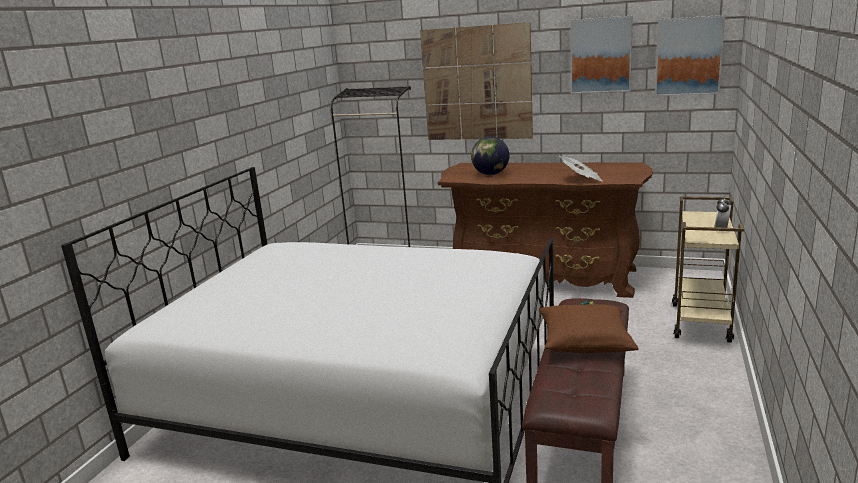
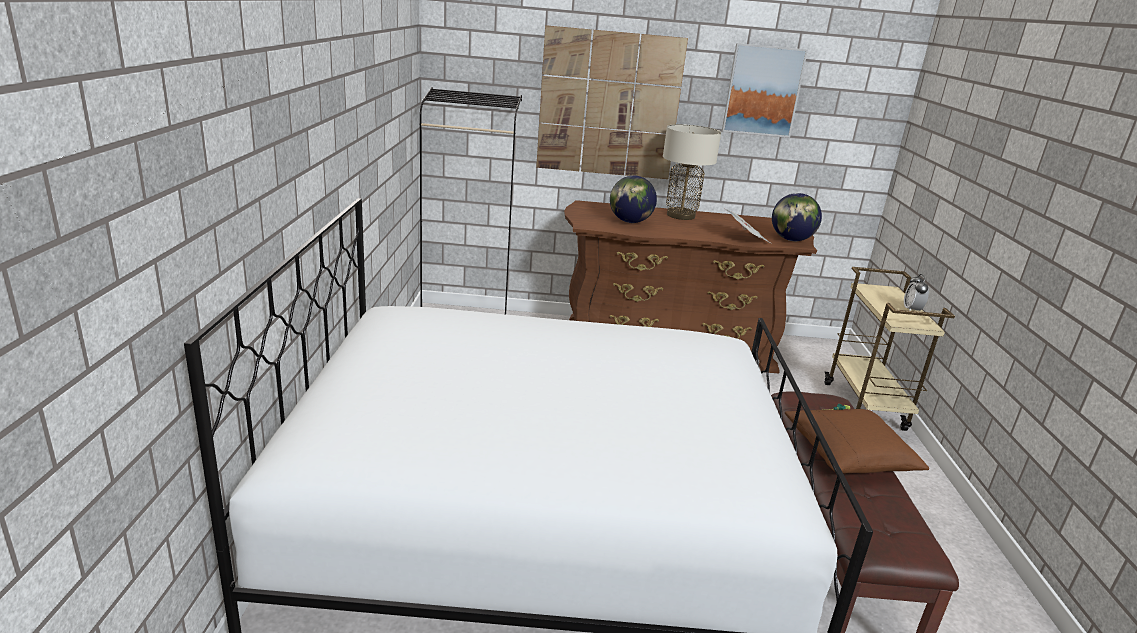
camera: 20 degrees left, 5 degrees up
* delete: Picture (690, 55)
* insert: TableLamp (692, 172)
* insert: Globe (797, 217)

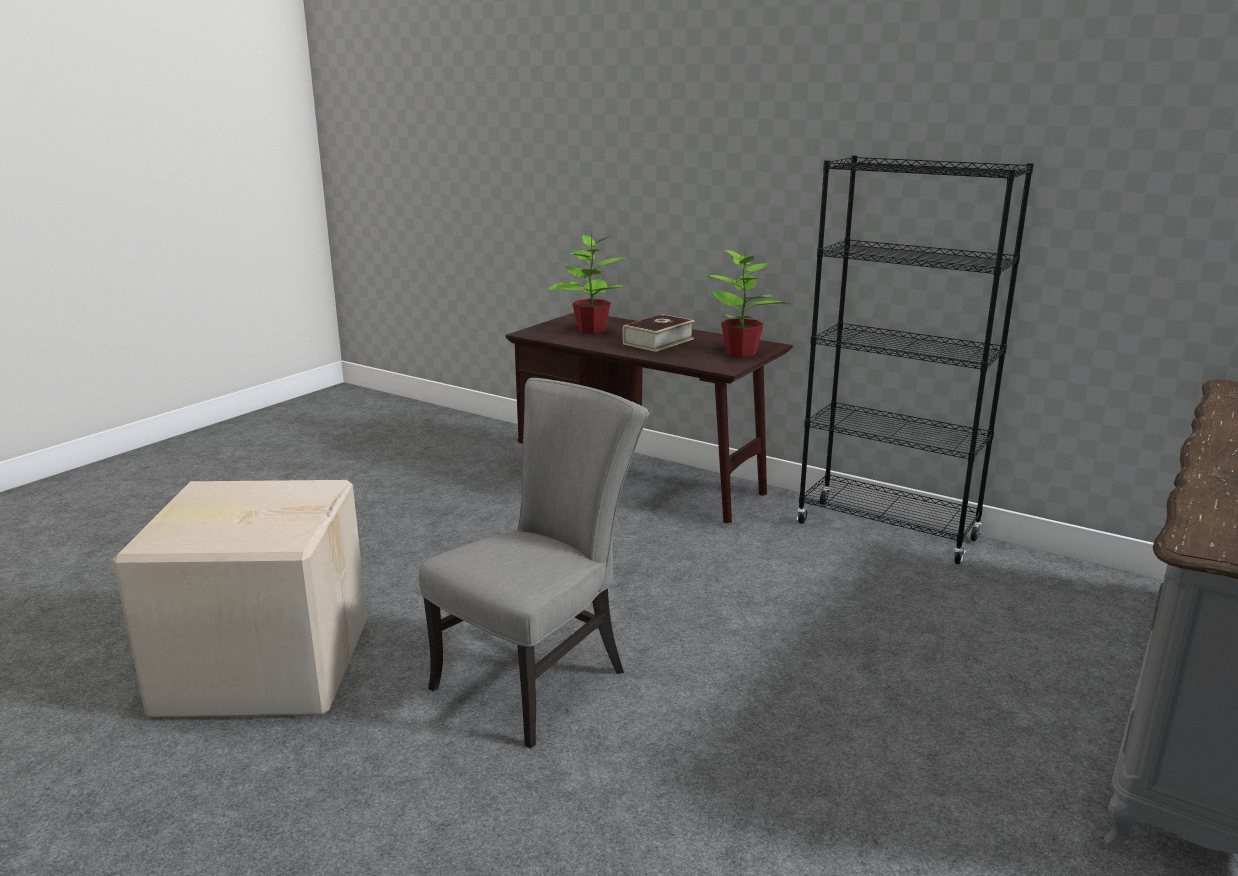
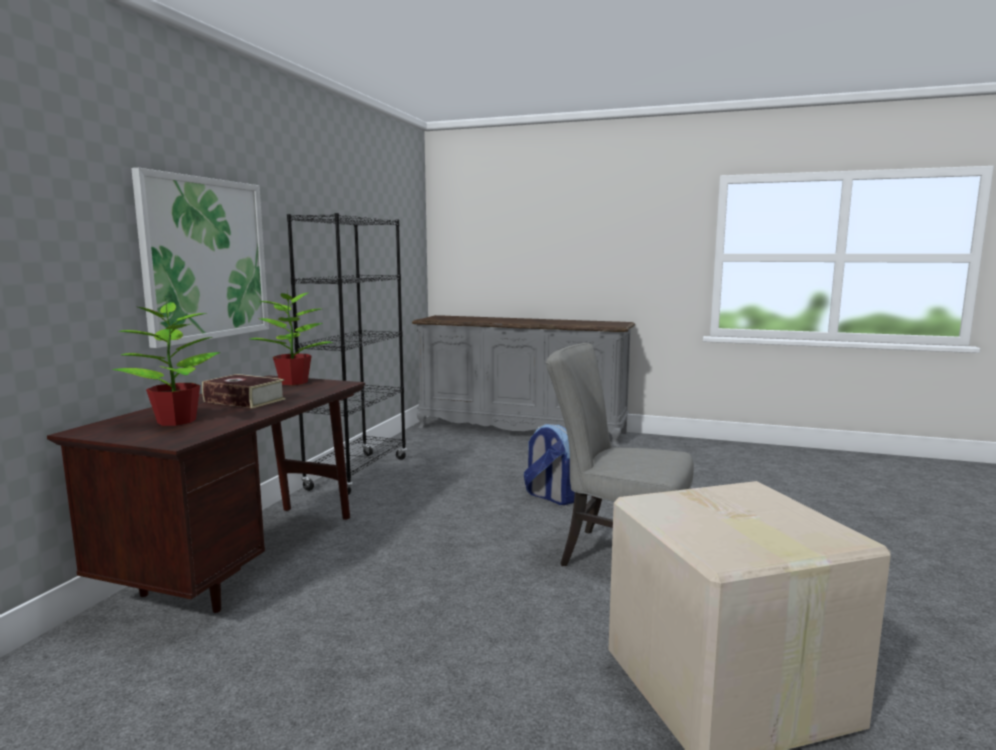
camera: 105 degrees left, 10 degrees down
* insert: Picture (200, 258)
* insert: Backpack (549, 464)

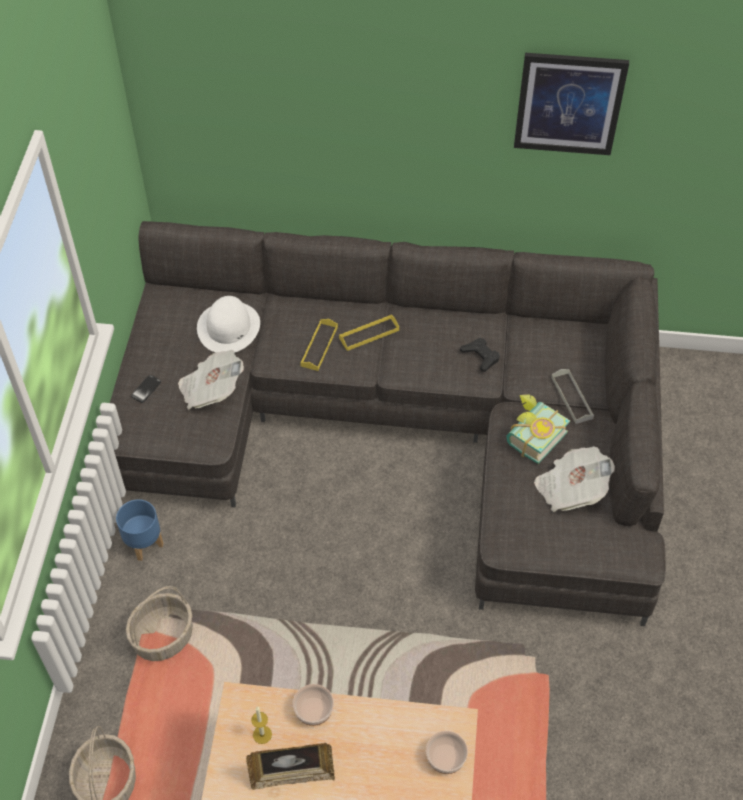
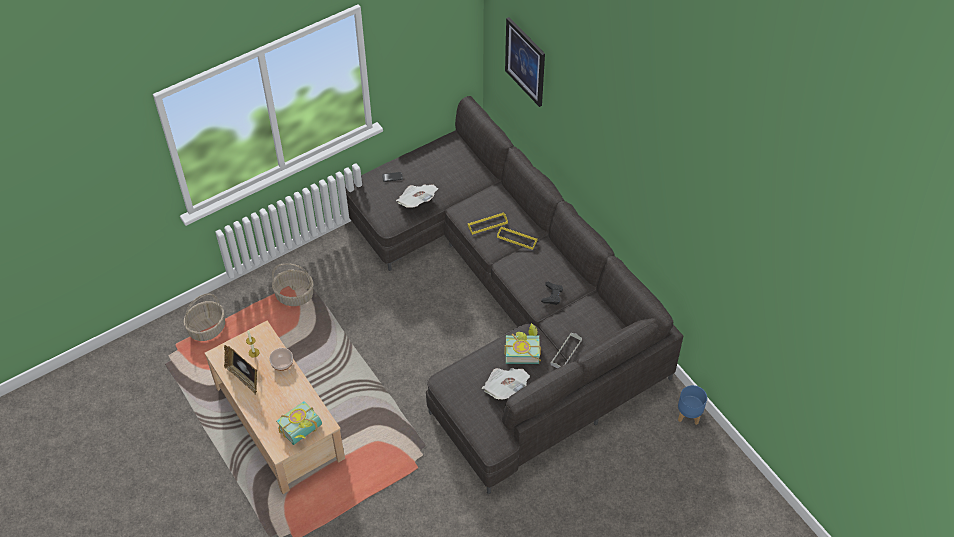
camera: 50 degrees right, 0 degrees up
* move: BluePlanter (139, 530) to (692, 405)
* delete: WhiteHat (228, 324)
* replace: Bowl (447, 752) to Book (299, 423)
* move: Picture (571, 104) to (525, 62)

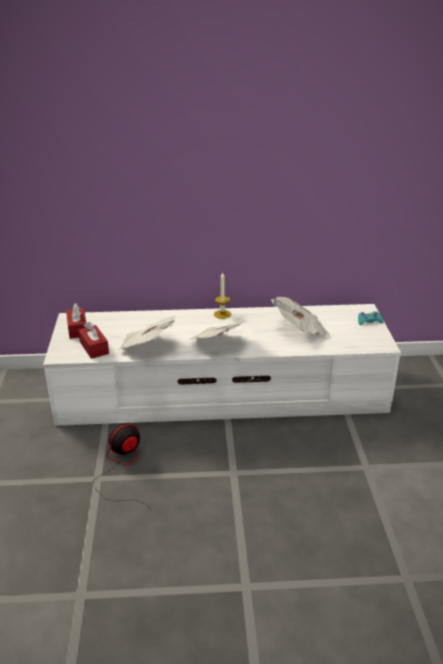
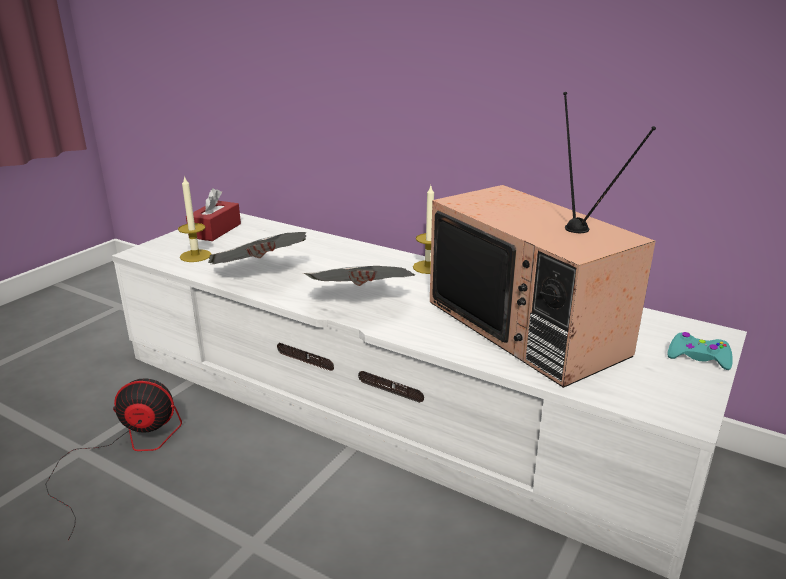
camera: 35 degrees right, 5 degrees down
* replace: RedTissueBox (93, 340) to Candle (195, 218)
* replace: Newspaper (300, 316) to Television (543, 240)

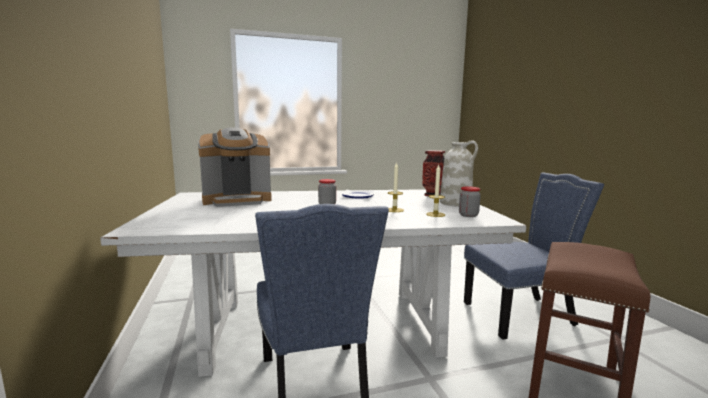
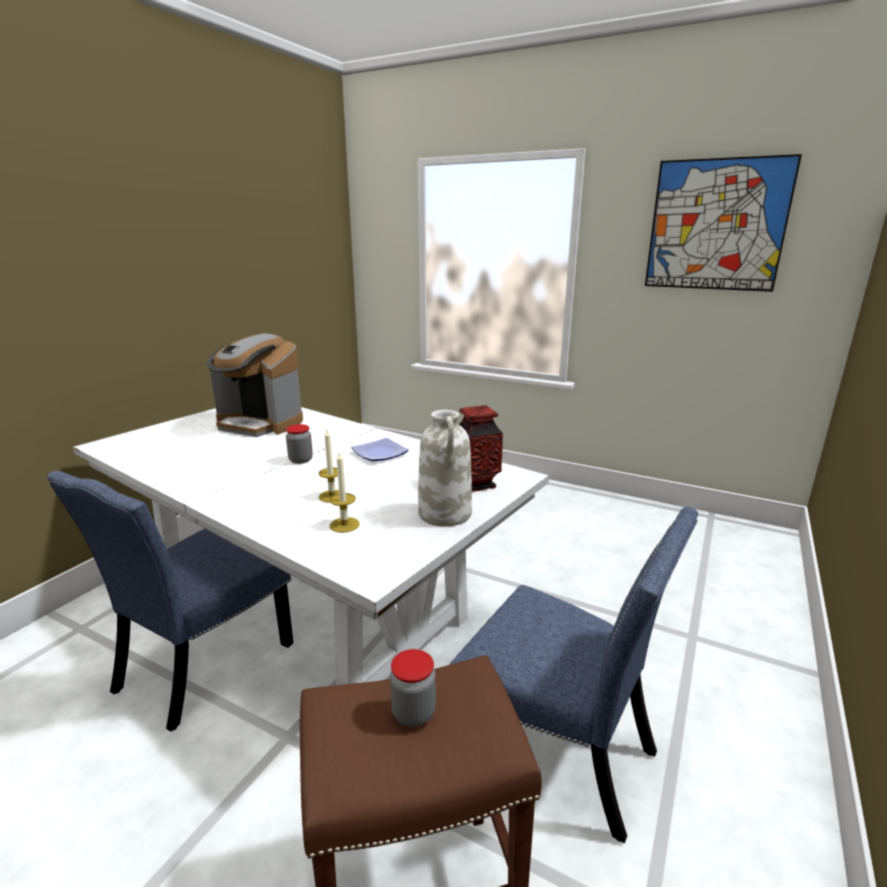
camera: 45 degrees right, 10 degrees up
* move: Jar (470, 201) to (413, 688)
* insert: Picture (723, 223)

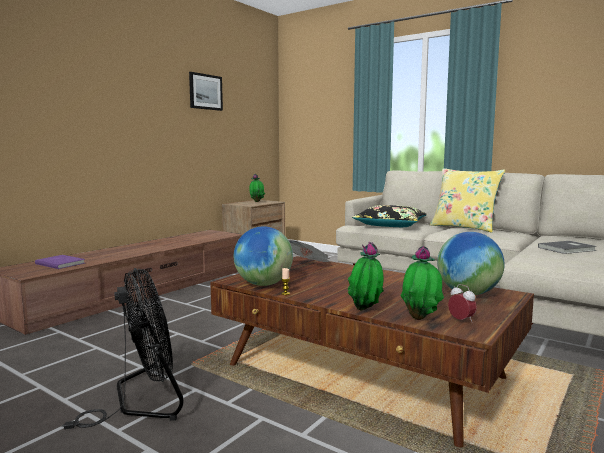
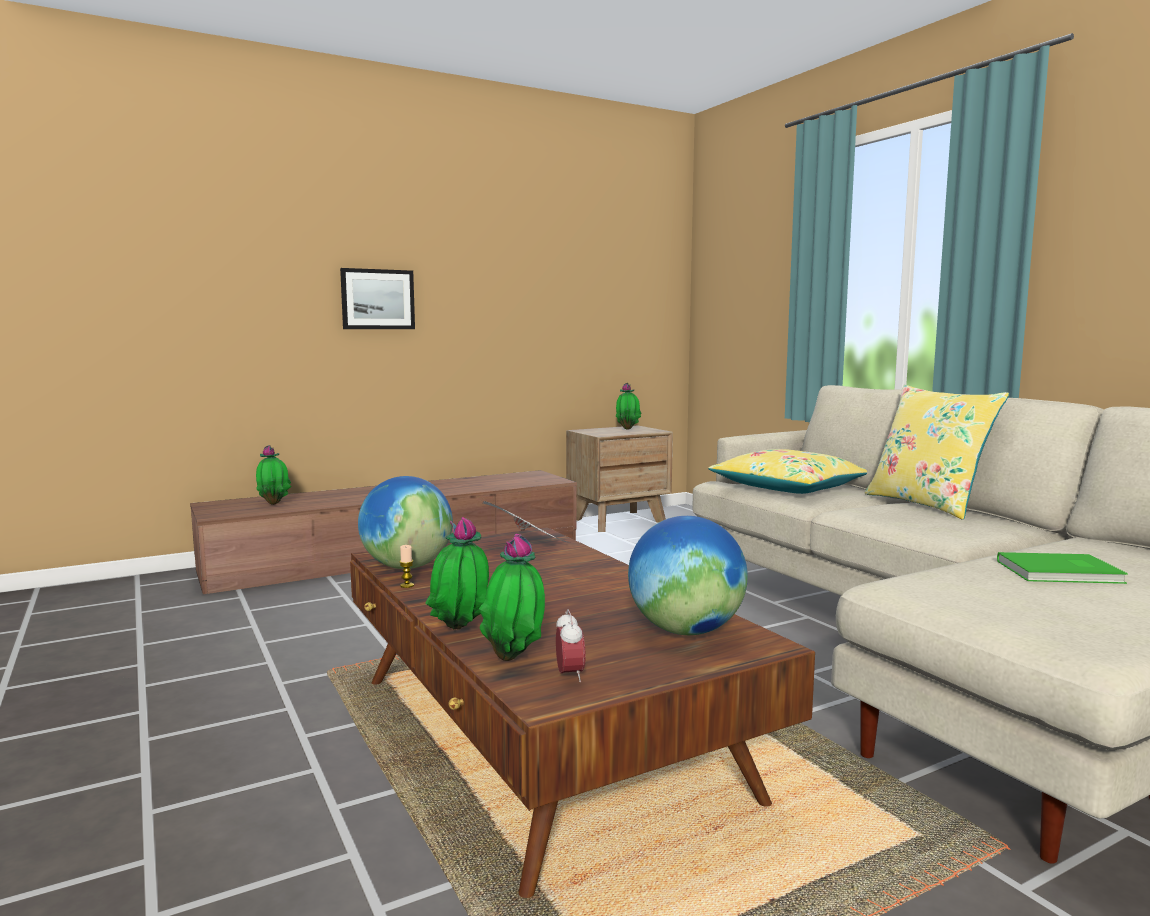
camera: 25 degrees right, 0 degrees up
* replace: PurpleBook (60, 262) to PottedPlant (273, 475)
* delete: BlackFan (122, 348)
* move: Picture (206, 91) to (377, 298)
* recolor: BlackPillow (389, 216) to YellowPillow (787, 471)
* recolor: GreyBook (567, 247) to GreenBook (1062, 568)

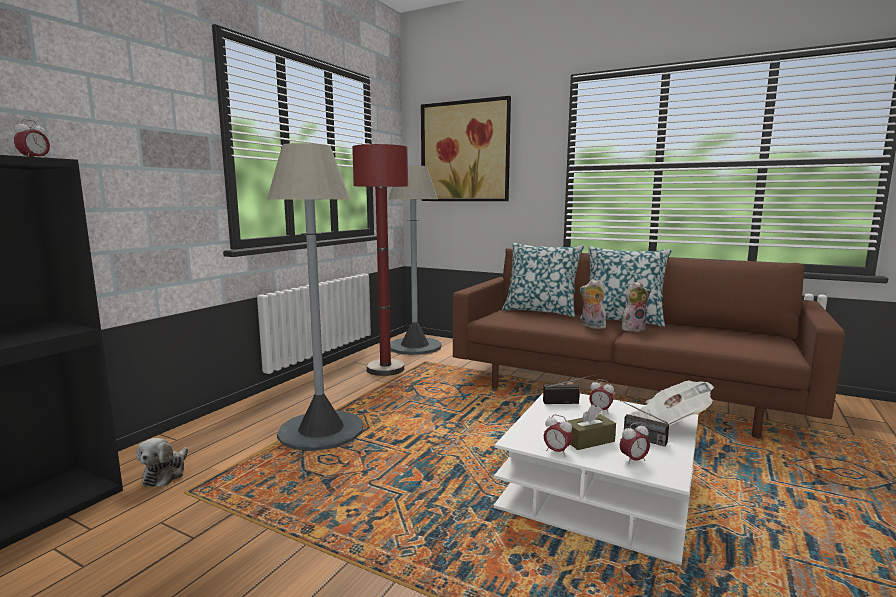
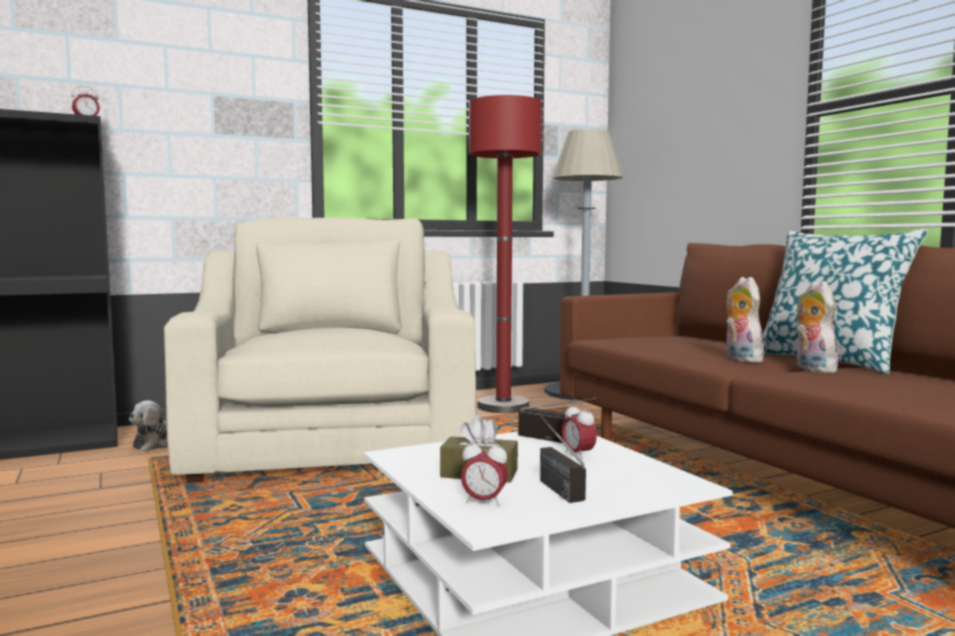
camera: 35 degrees right, 5 degrees down
* replace: GreyFloorLamp (315, 297) to BeigeArmchair (320, 350)
* delete: Picture (466, 148)
* delete: Pillow (543, 280)
* delete: AlarmClock (558, 435)
* rotate: PlushToy (636, 306) = (817, 327) 120 degrees counterclockwise
* delete: Newspaper (671, 403)

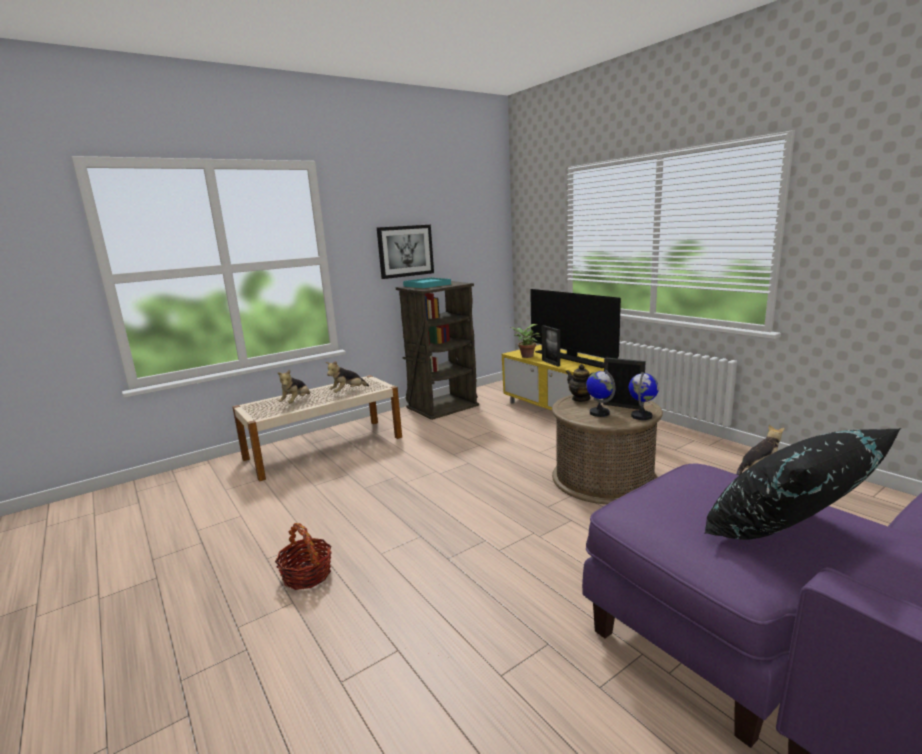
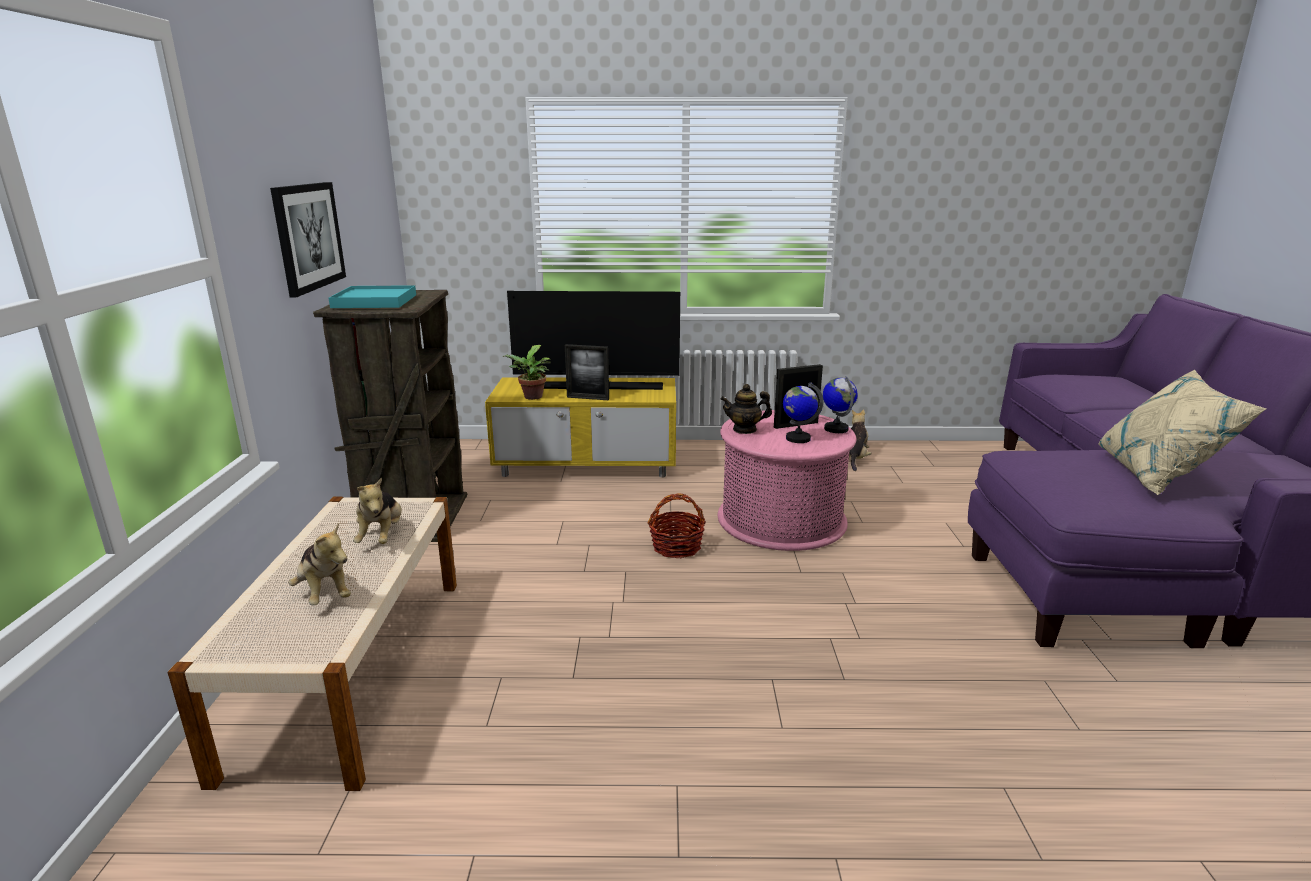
camera: 55 degrees left, 5 degrees up
* move: Basket (303, 556) to (677, 525)
* recolor: BrownCoffeeTable (607, 449) to PinkCoffeeTable (787, 480)
* recolor: BlackPillow (803, 484) to BeigePillow (1182, 432)

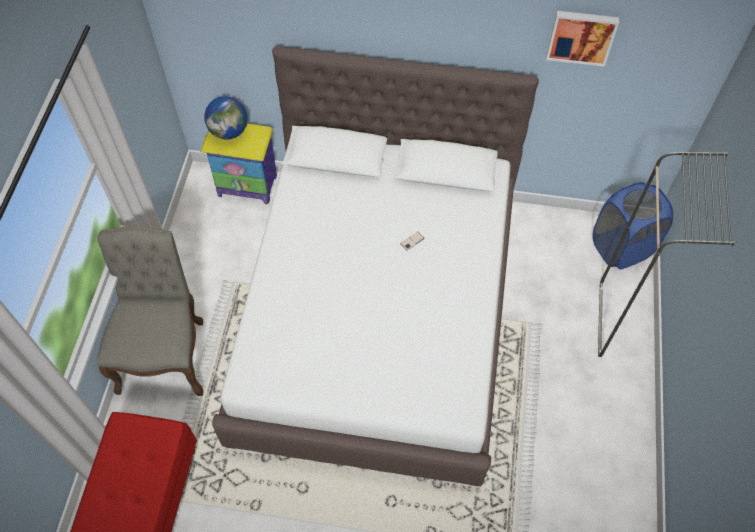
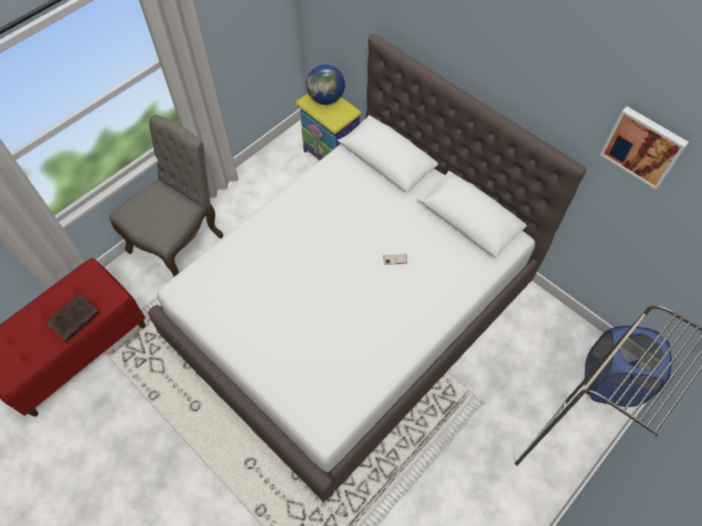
camera: 35 degrees right, 0 degrees up
* insert: BrownBook (72, 318)

